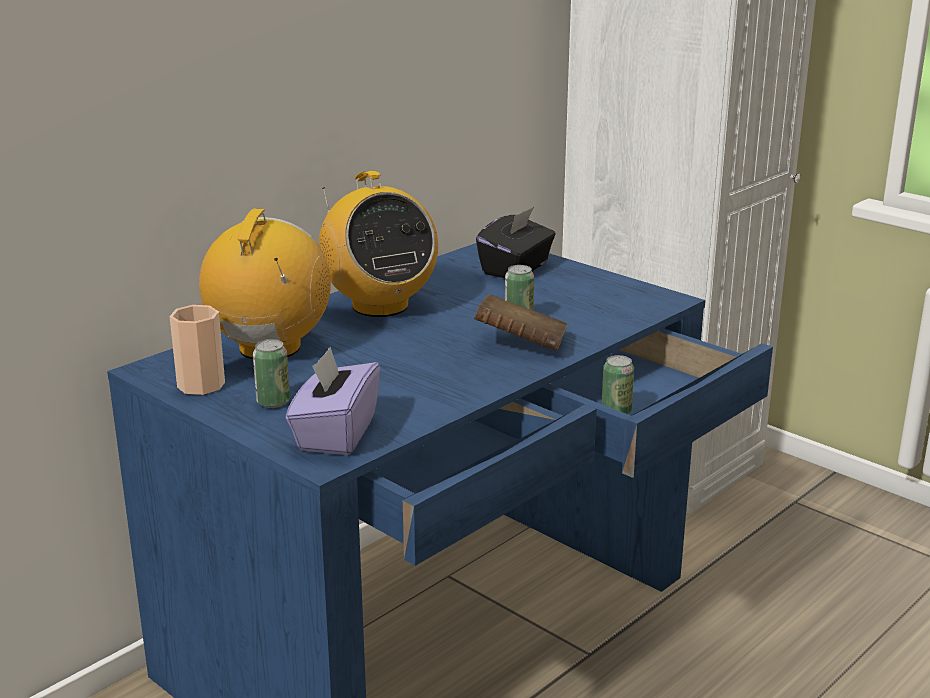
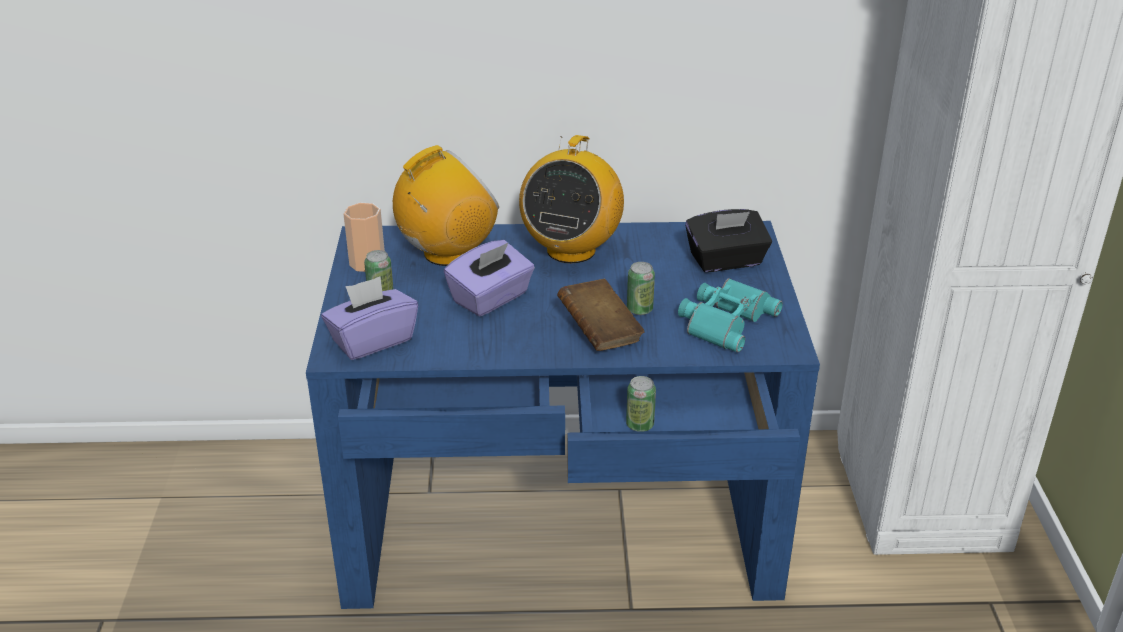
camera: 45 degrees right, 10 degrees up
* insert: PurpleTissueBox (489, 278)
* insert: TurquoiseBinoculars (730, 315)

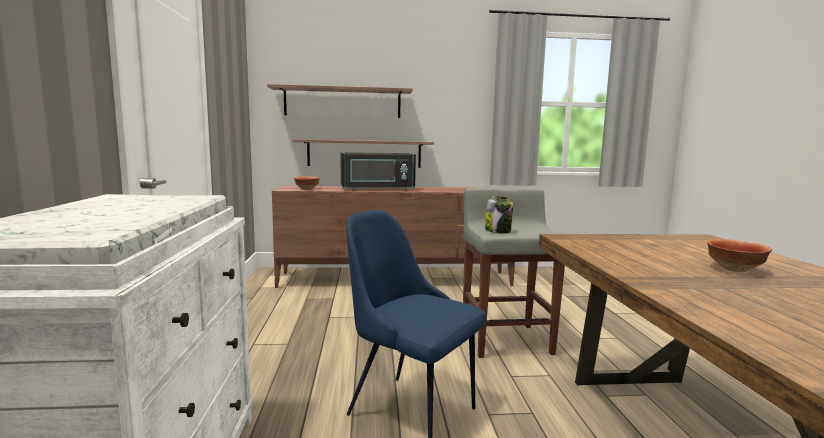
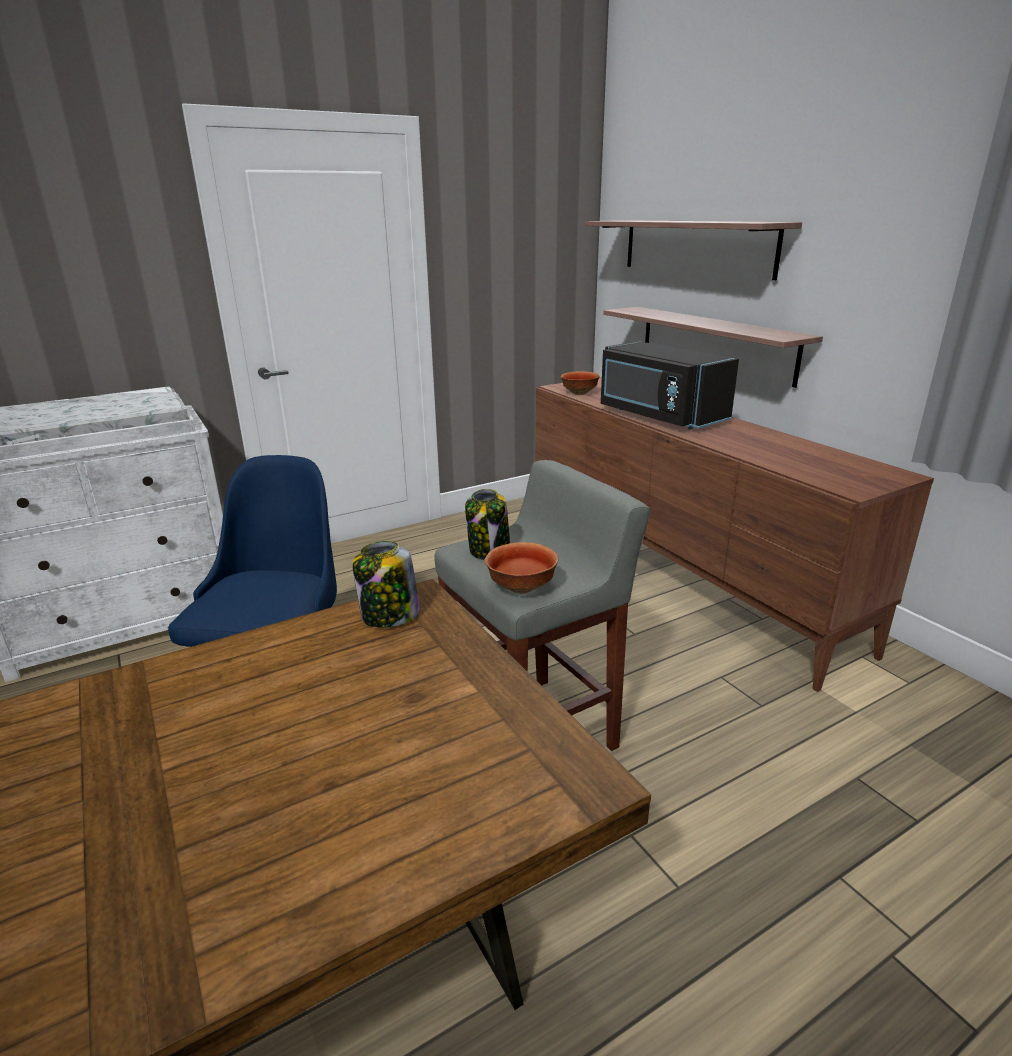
camera: 65 degrees right, 15 degrees up
* move: Bowl (739, 255) to (521, 568)
* insert: Jar (386, 584)

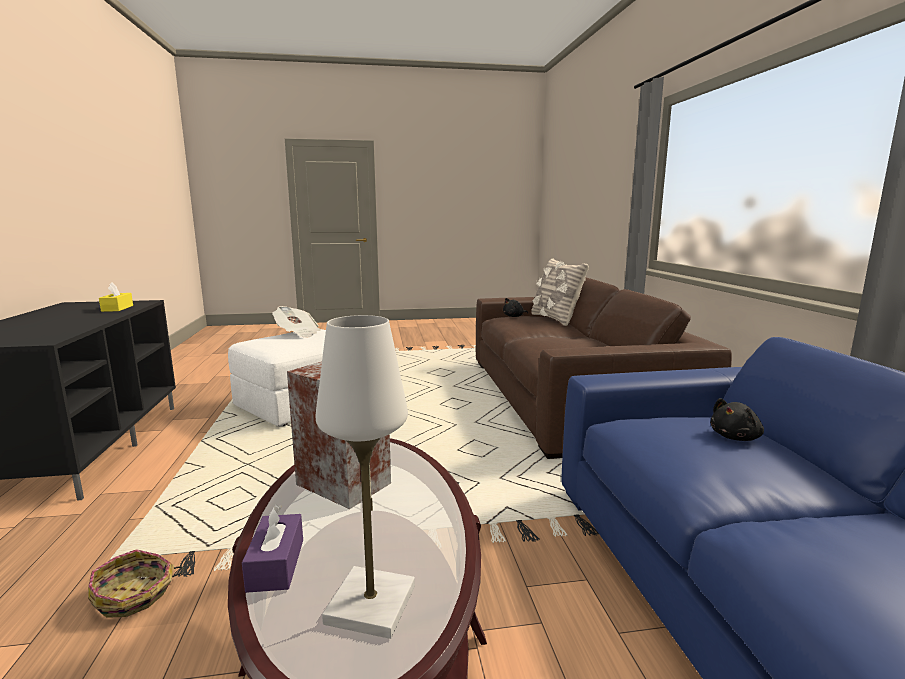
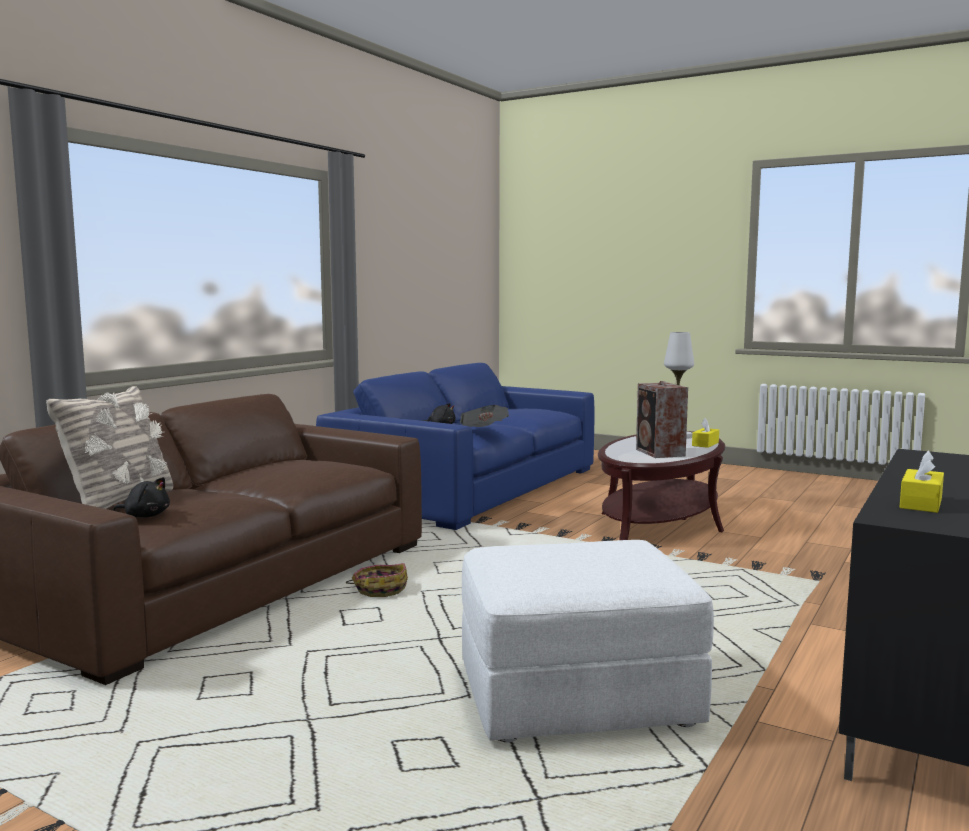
camera: 140 degrees left, 5 degrees down
* move: Basket (136, 583) to (377, 580)
* recolor: PurpleTissueBox (272, 549) to YellowTissueBox (705, 433)
* move: Newspaper (296, 322) to (484, 416)

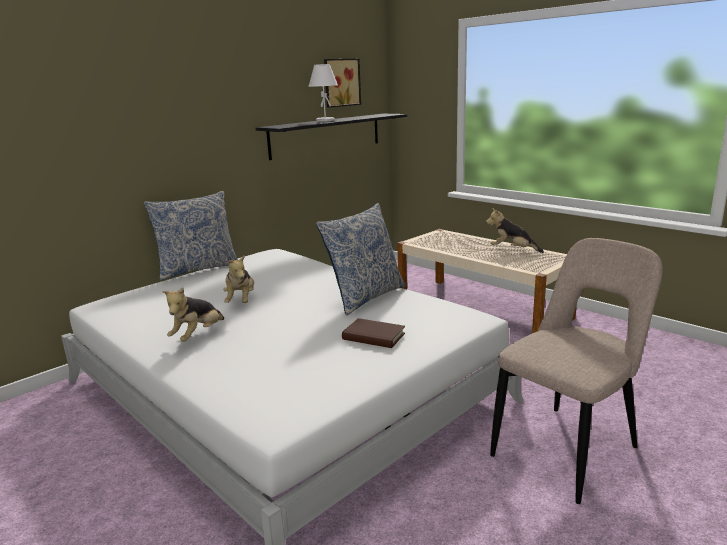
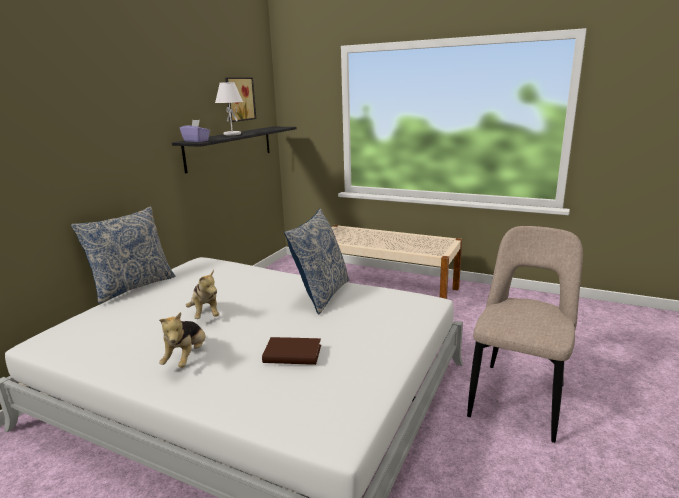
camera: 20 degrees left, 0 degrees up
* move: BrownBook (373, 333) to (291, 351)
* delete: PlushToy (515, 230)
* insert: PurpleTissueBox (195, 131)

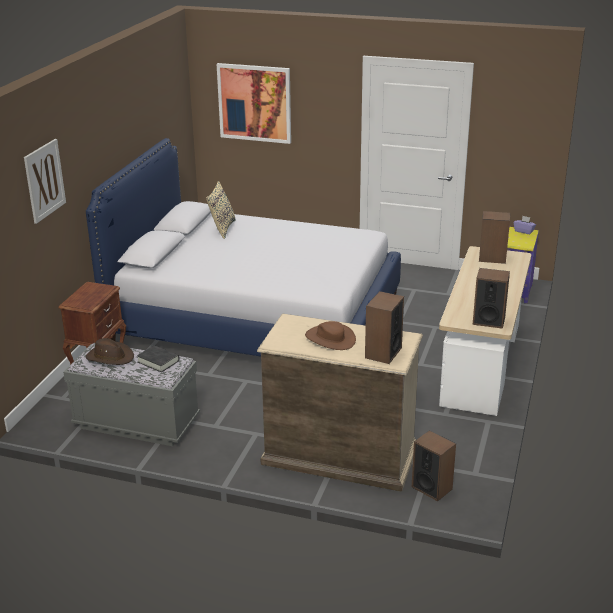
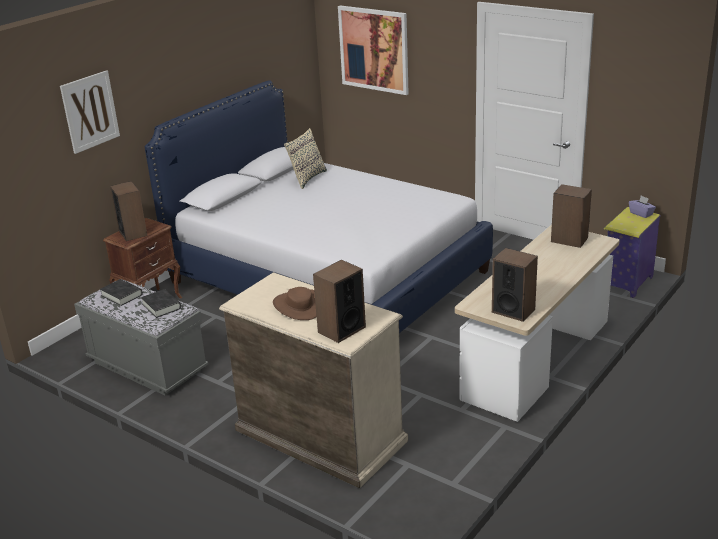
camera: 20 degrees right, 0 degrees up
* replace: BrownHat (110, 351) to BlackBook (121, 292)
* move: Speaker (434, 465) to (128, 211)

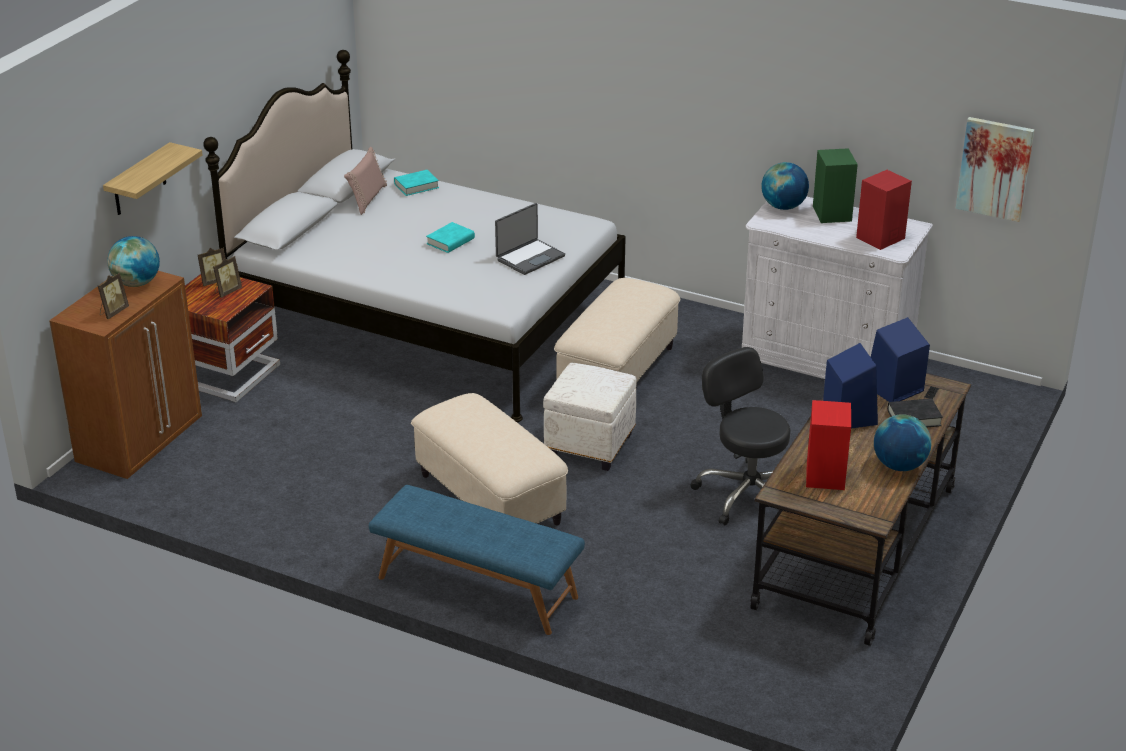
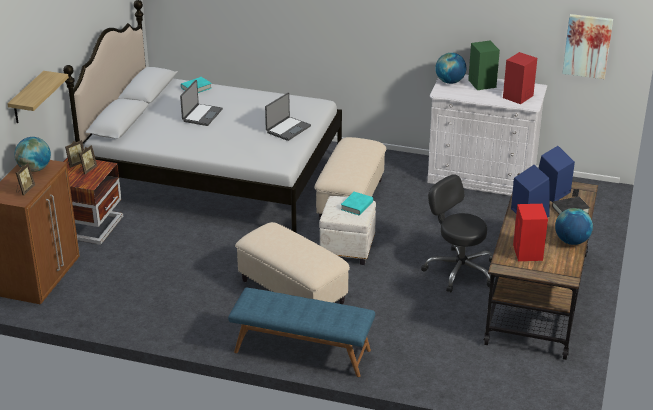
camera: 10 degrees left, 0 degrees up
* delete: BeigePillow (365, 181)
* move: TurquoiseBook (450, 237) to (357, 203)
* insert: Laptop (201, 103)

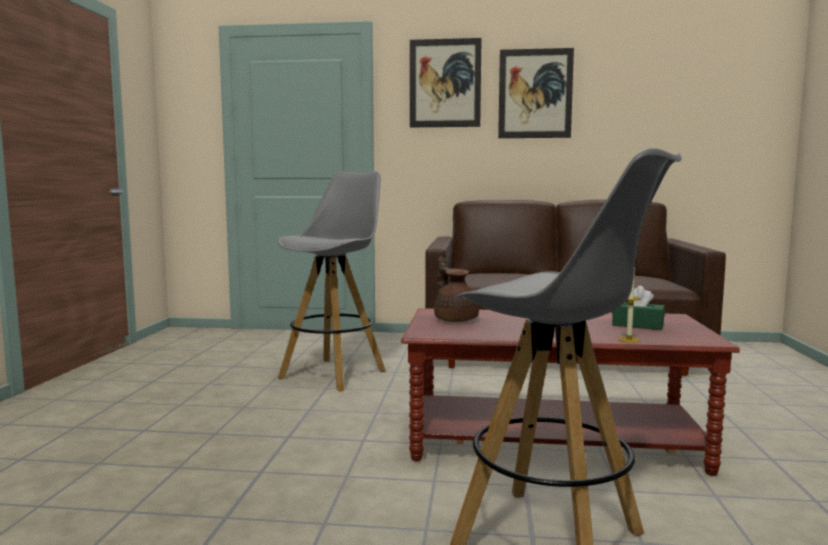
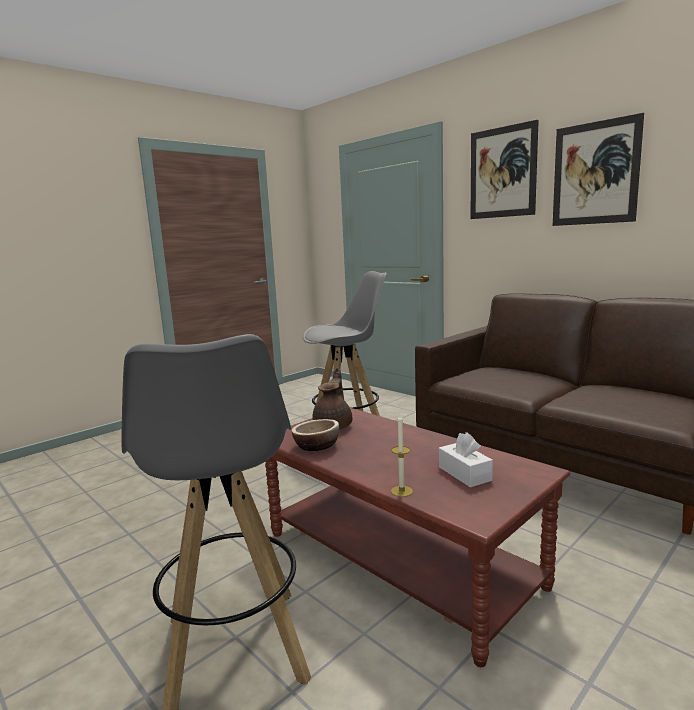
camera: 40 degrees right, 5 degrees up
* recolor: GreenTissueBox (638, 308) to WhiteTissueBox (466, 459)
* insert: Bowl (315, 435)

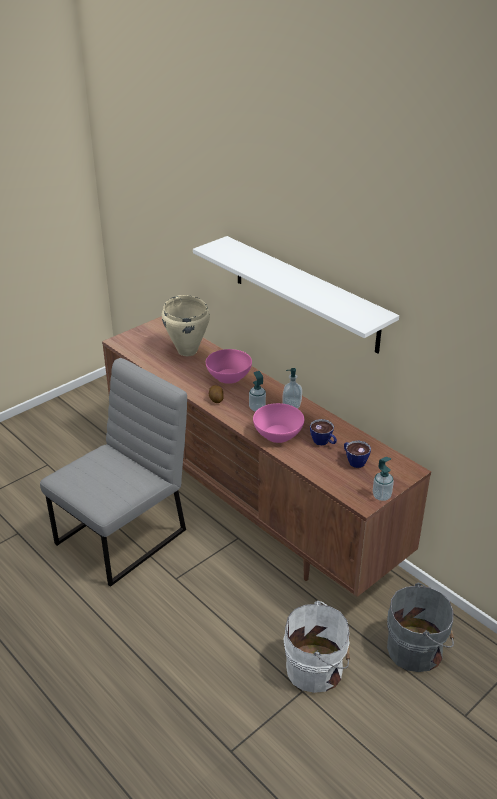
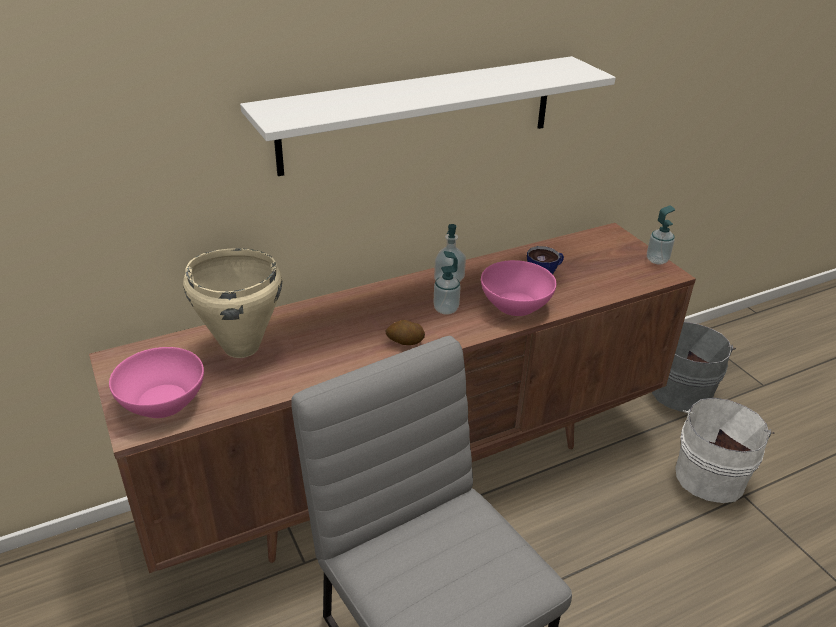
camera: 75 degrees left, 0 degrees up
* move: PinkBowl (229, 366) to (156, 382)
* delete: Cup (357, 454)

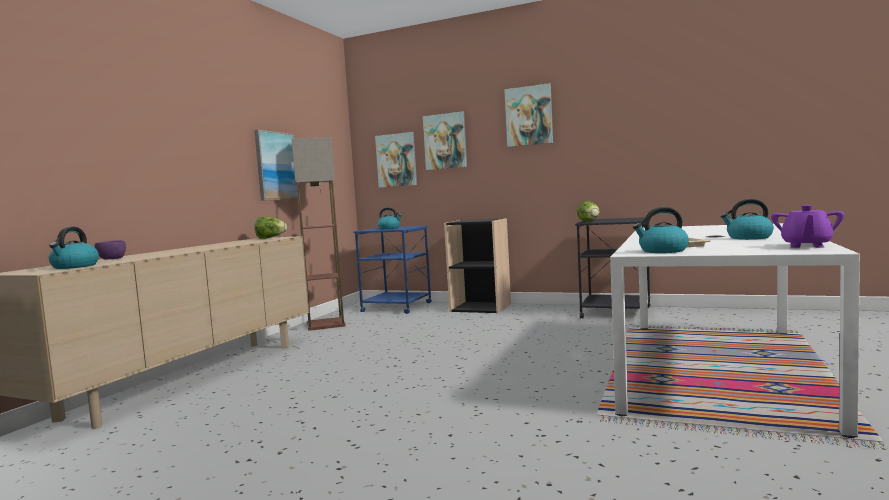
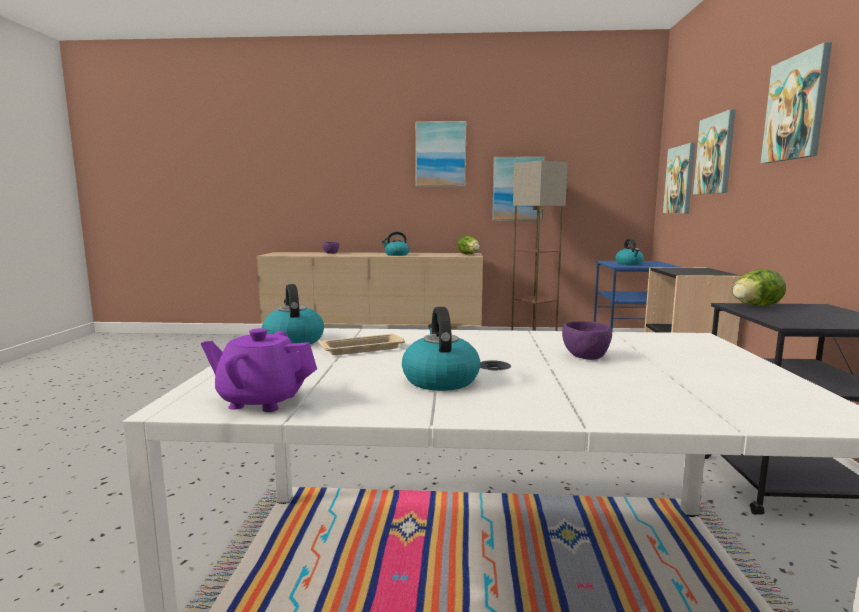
camera: 70 degrees right, 5 degrees up
* move: Kettle (74, 248) to (395, 244)
* insert: Picture (440, 154)
* insert: PurpleBowl (587, 340)

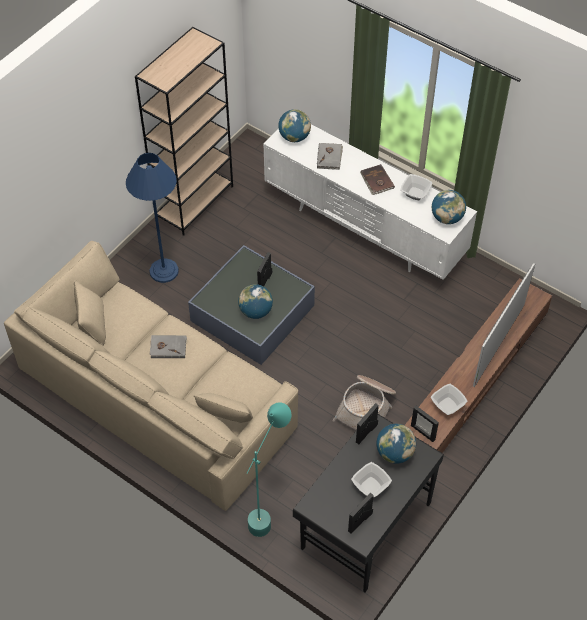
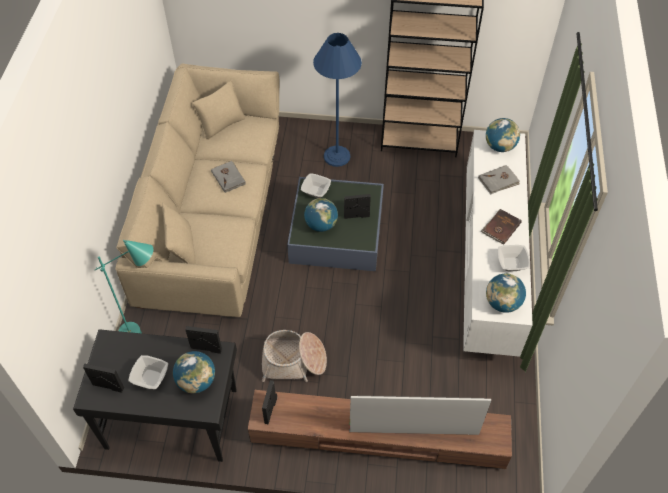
camera: 60 degrees right, 0 degrees up
* move: Bowl (449, 399) to (316, 185)

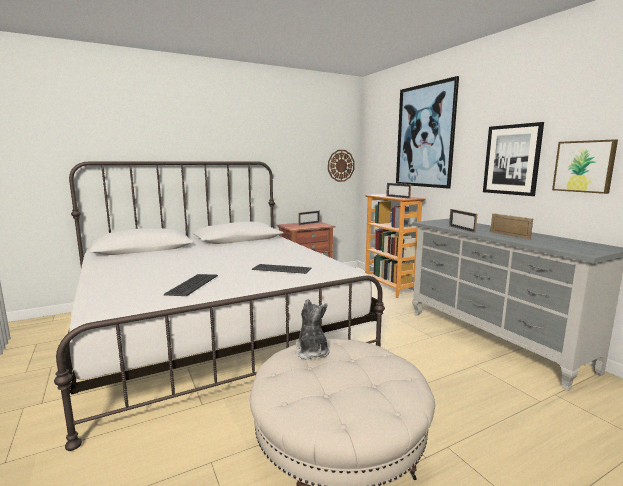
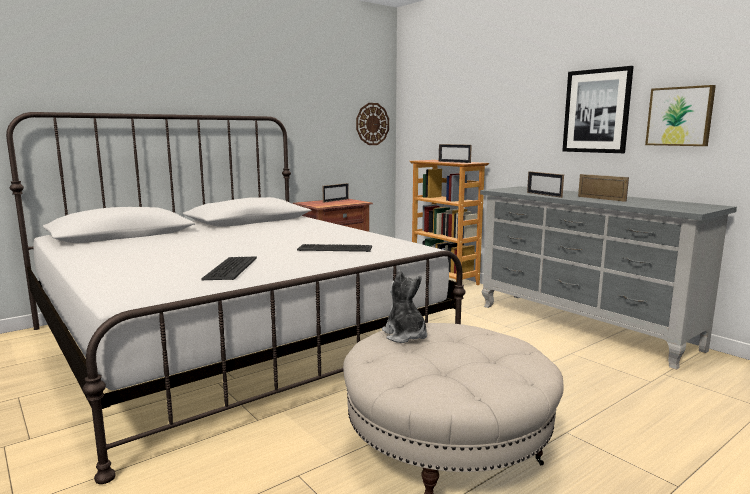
camera: 10 degrees left, 0 degrees up
* delete: Picture (427, 132)

